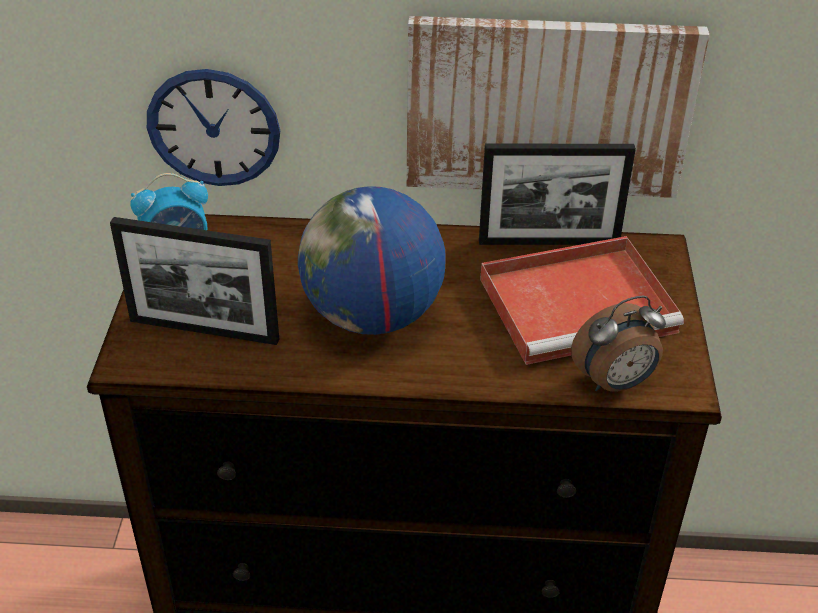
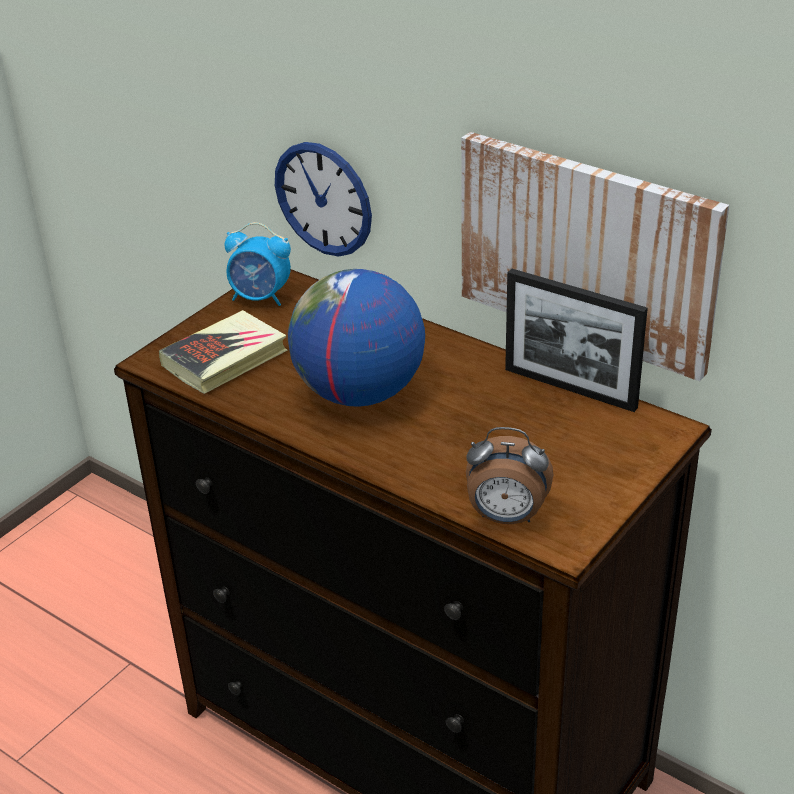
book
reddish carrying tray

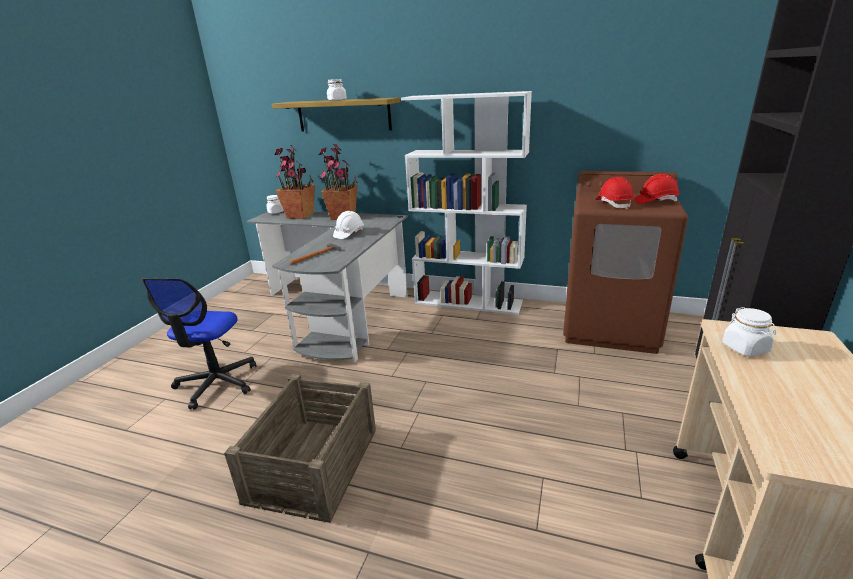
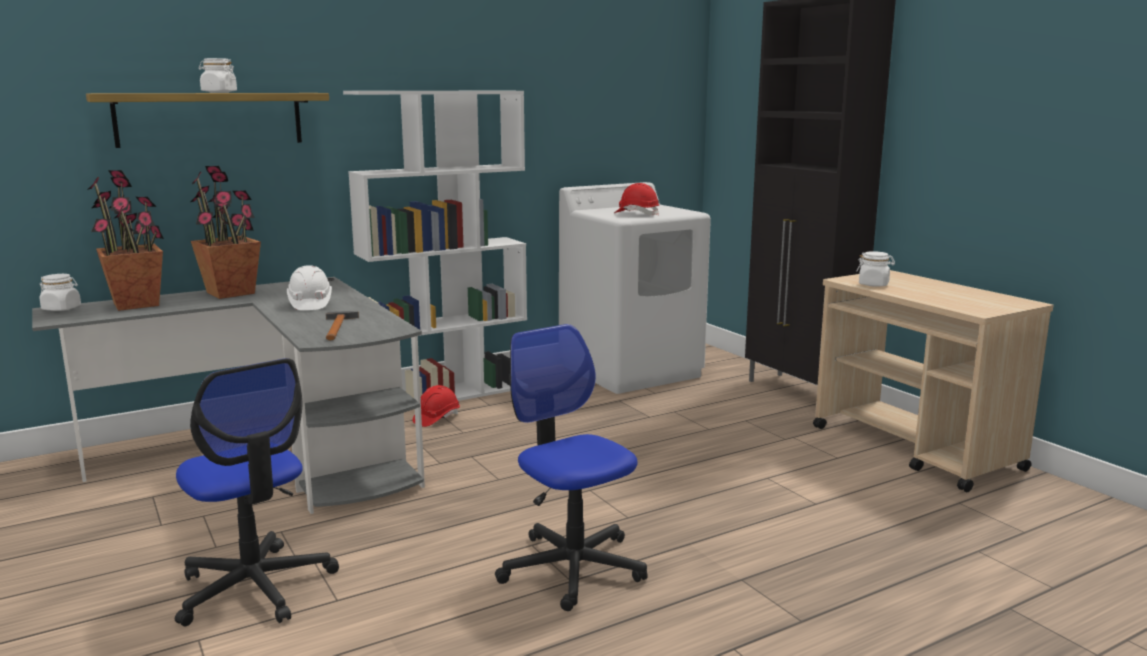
white-coloured laundry appliance
reddish safety helmet (no. 1 from left)
desk chair (no. 2 from left)

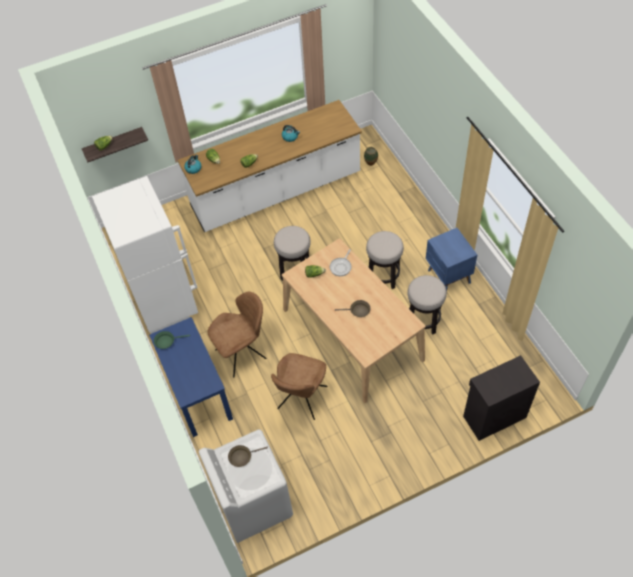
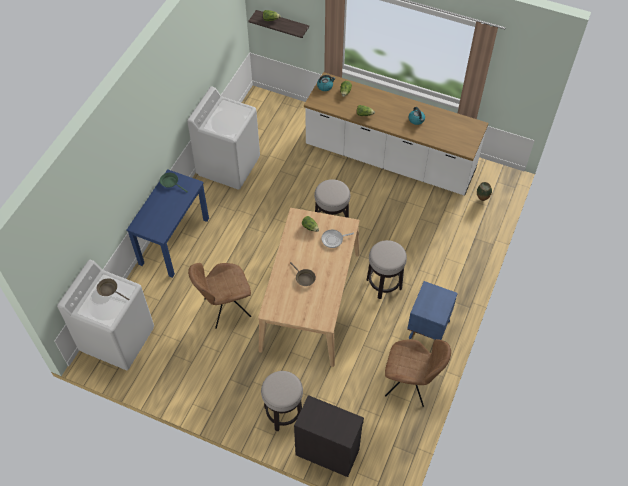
white-coloured laundry appliance (no. 2 from left)
stool (no. 1 from left)
brown chair (no. 2 from left)

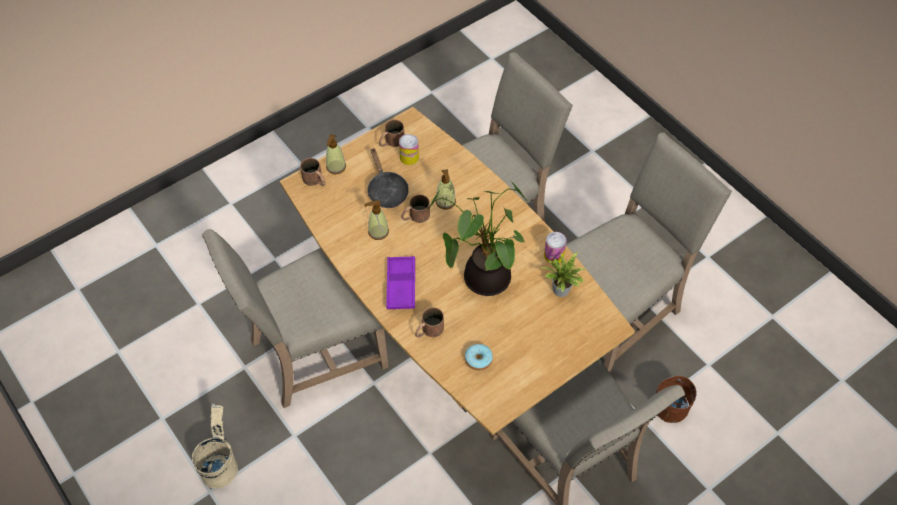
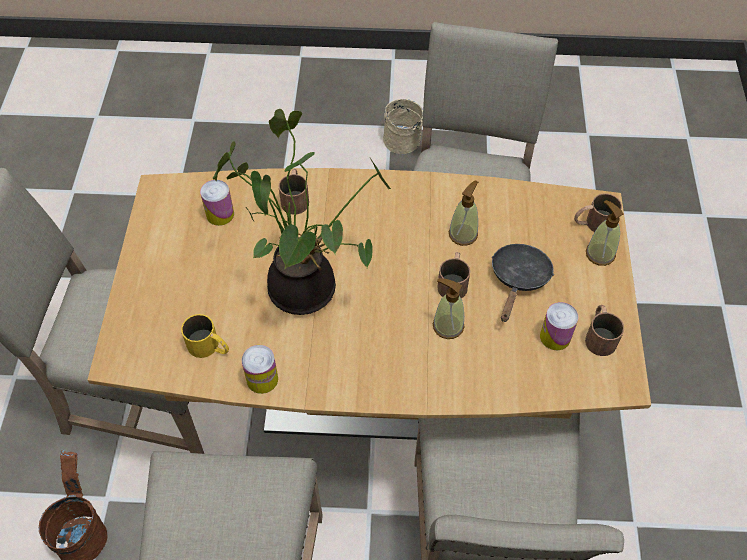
black-coloured frying pan
yellow-coloured mug
purple carrying tray
metal can (no. 1 from left)

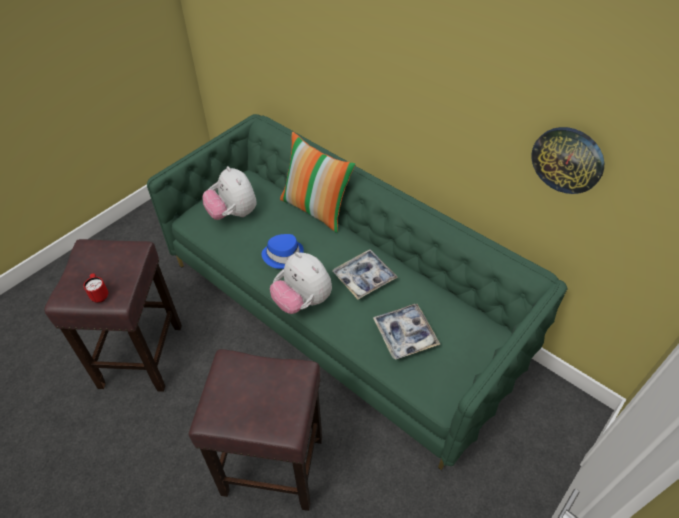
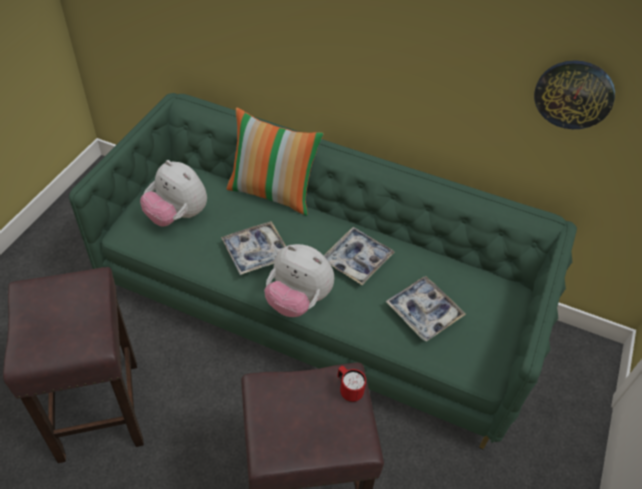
carrying tray (no. 1 from left)
reddish mug

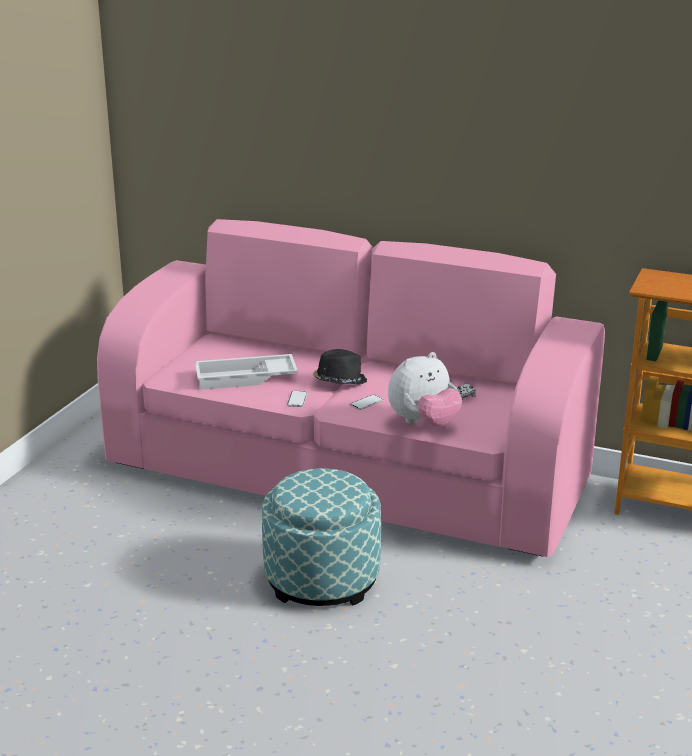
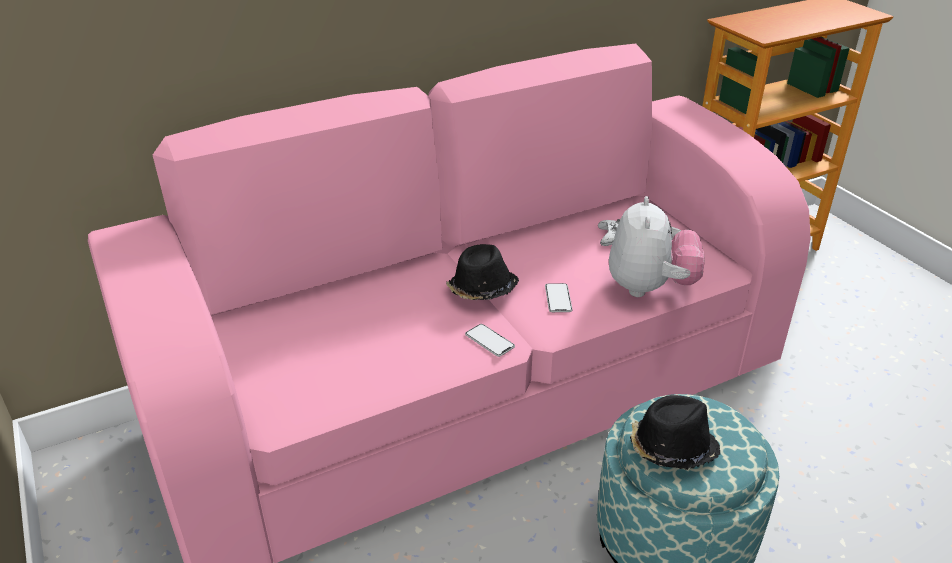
white-coloured carrying tray
black-coloured wearable hat (no. 2 from left)

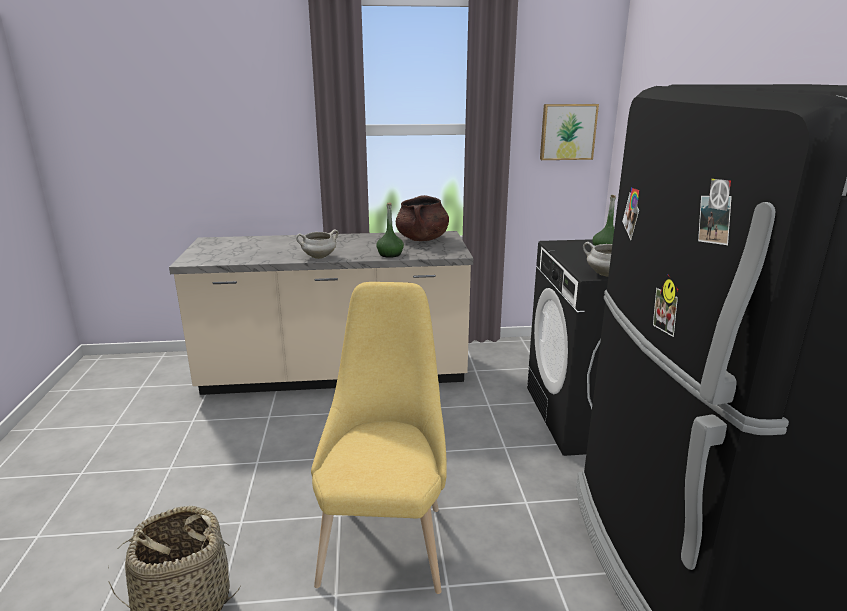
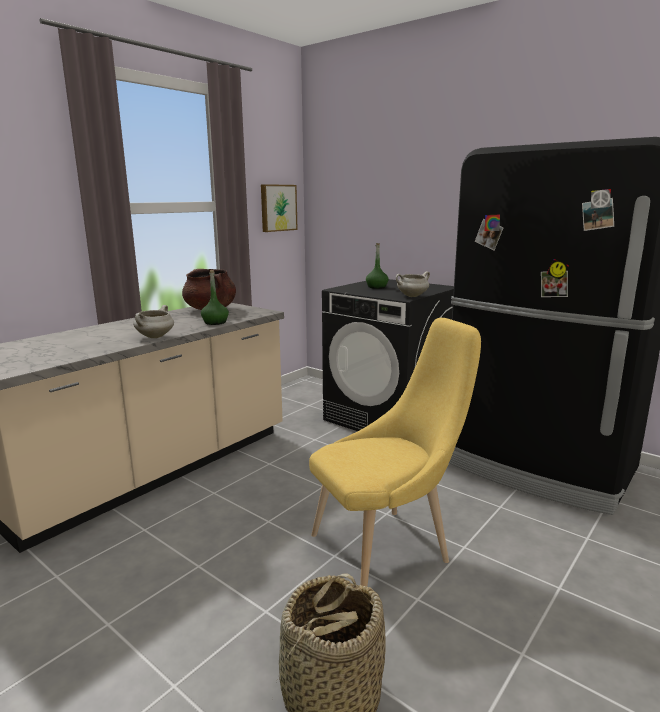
yellow-coloured chair

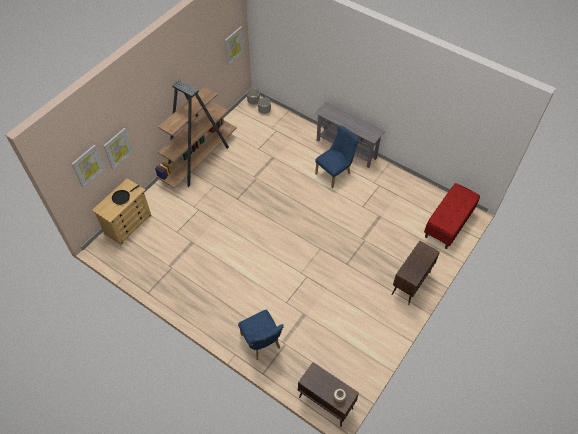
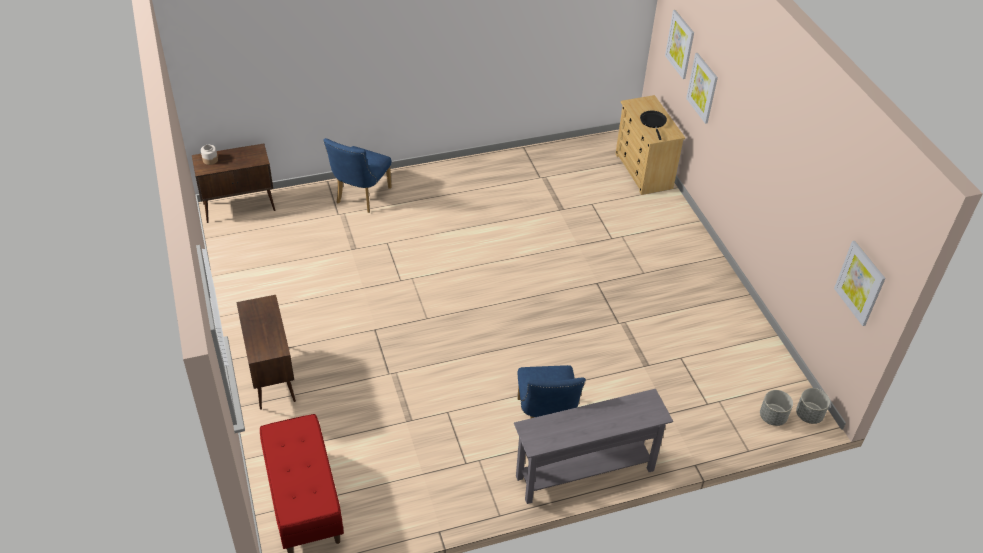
brown bookshelf
bluish chair (no. 1 from left)

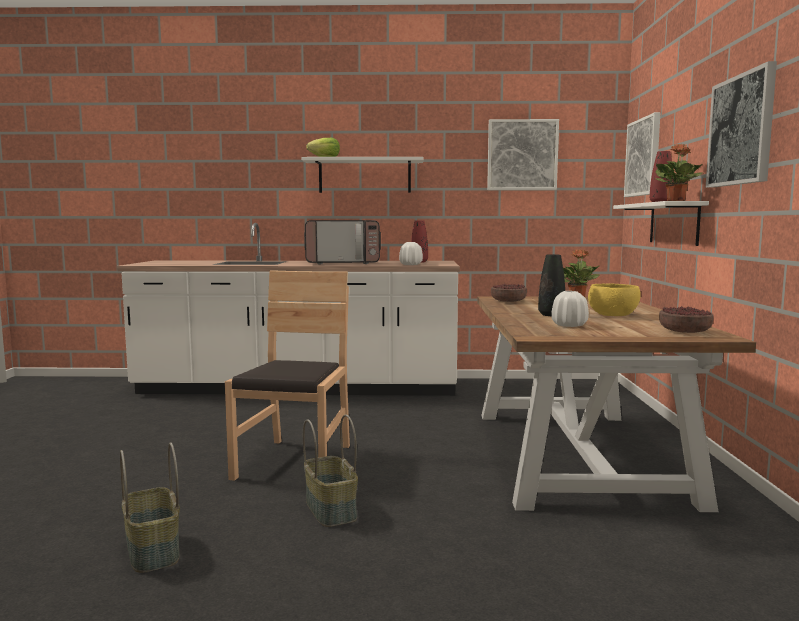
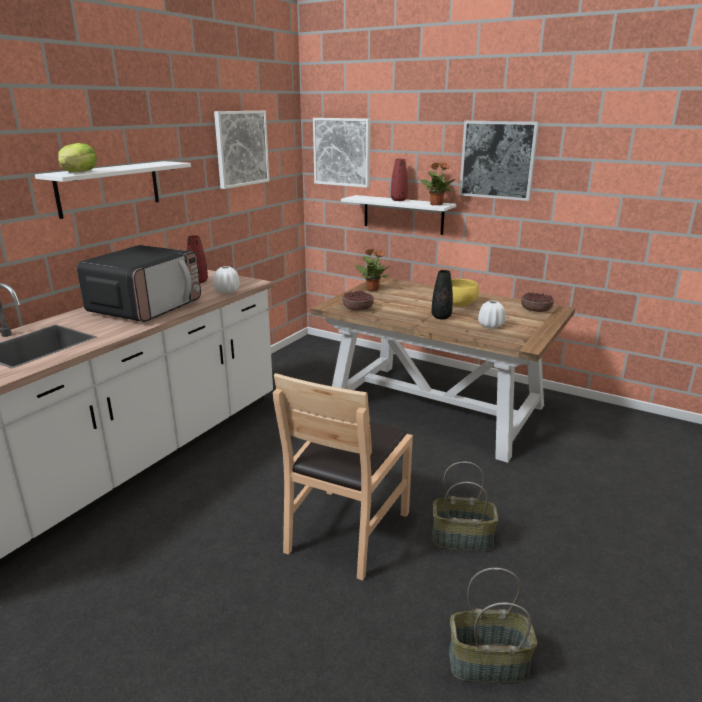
brown chair

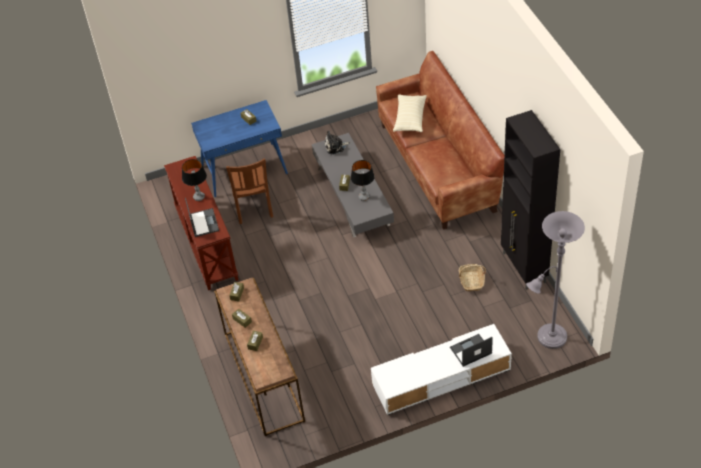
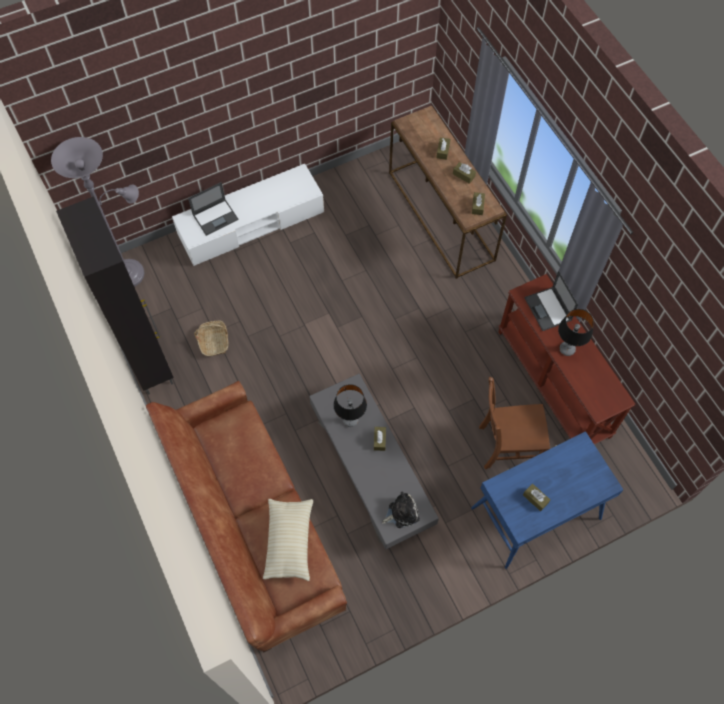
brown chair

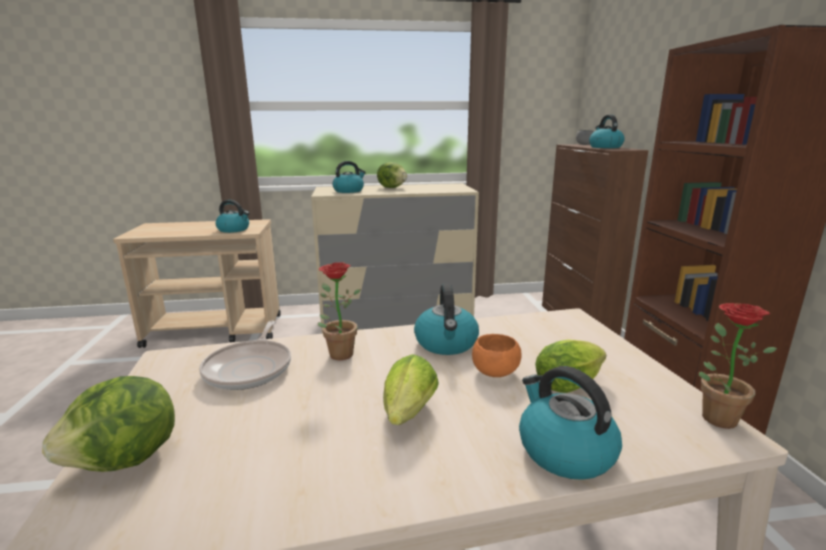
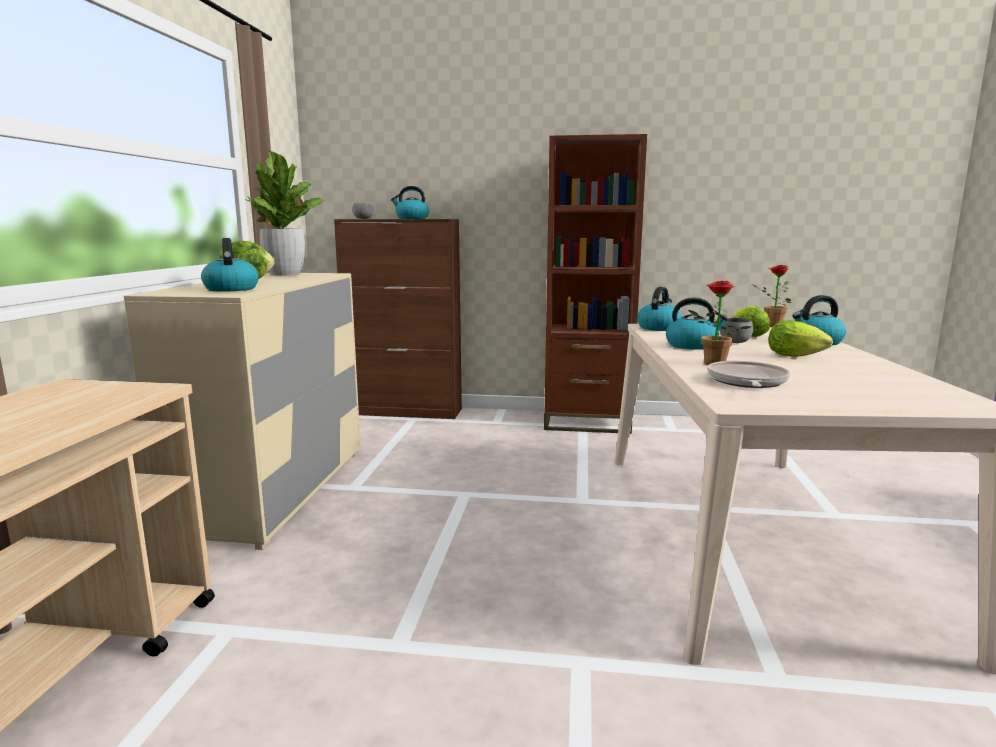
water kettle (no. 3 from left)
frying pan
greyish bowl (no. 2 from left)
head of lettuce (no. 1 from left in the first image)
plant in a pot (no. 1 from left)

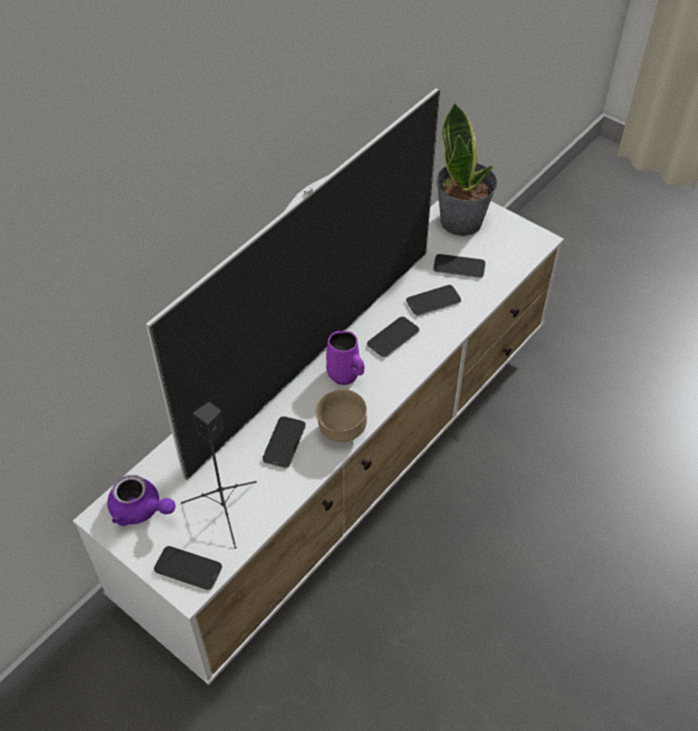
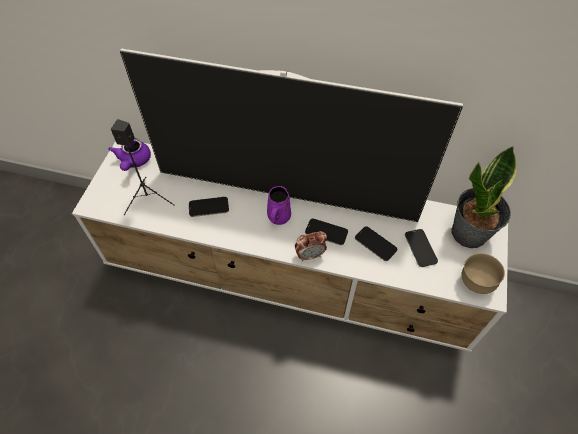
brown bowl
handset (no. 1 from left in the first image)
table clock

